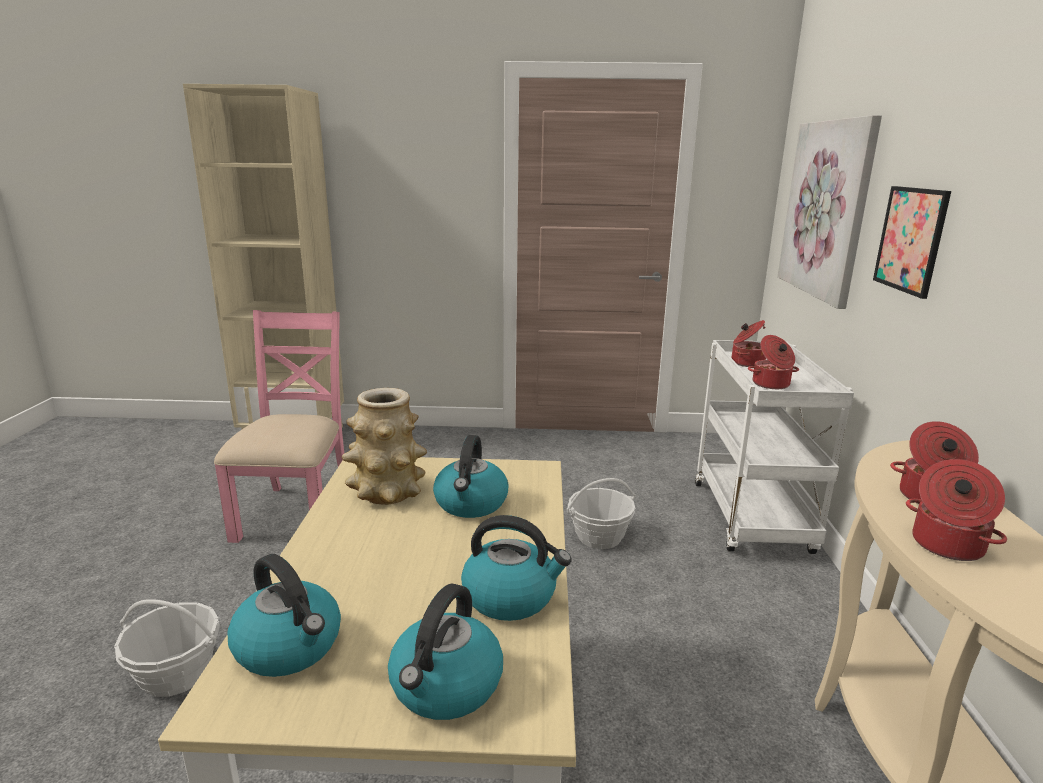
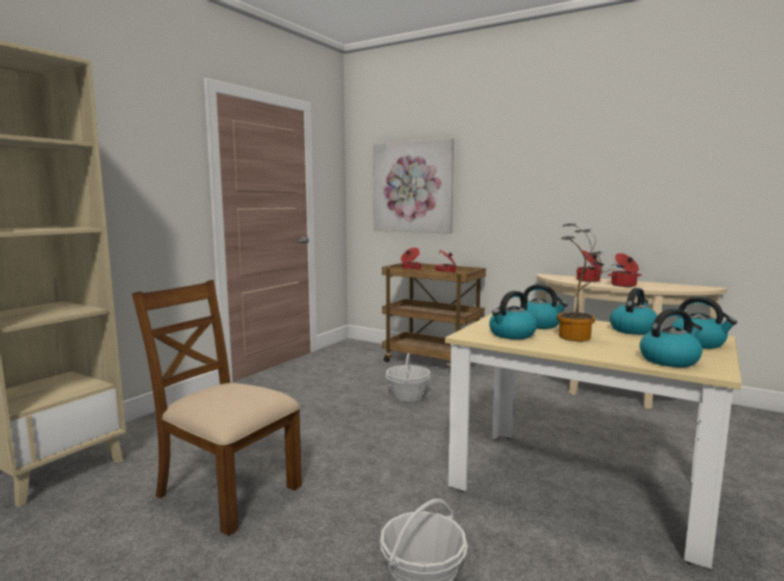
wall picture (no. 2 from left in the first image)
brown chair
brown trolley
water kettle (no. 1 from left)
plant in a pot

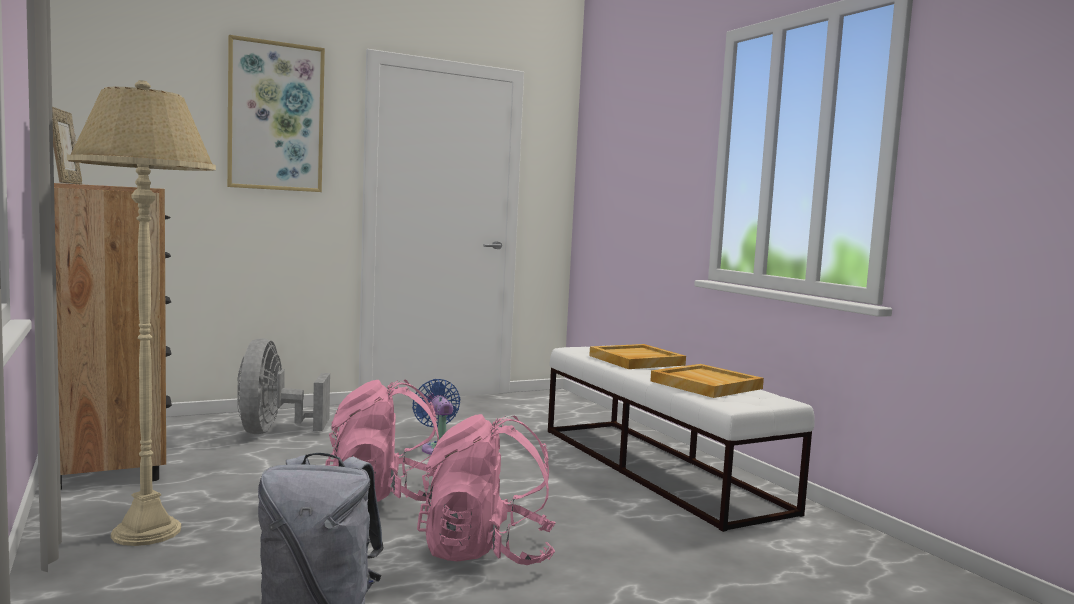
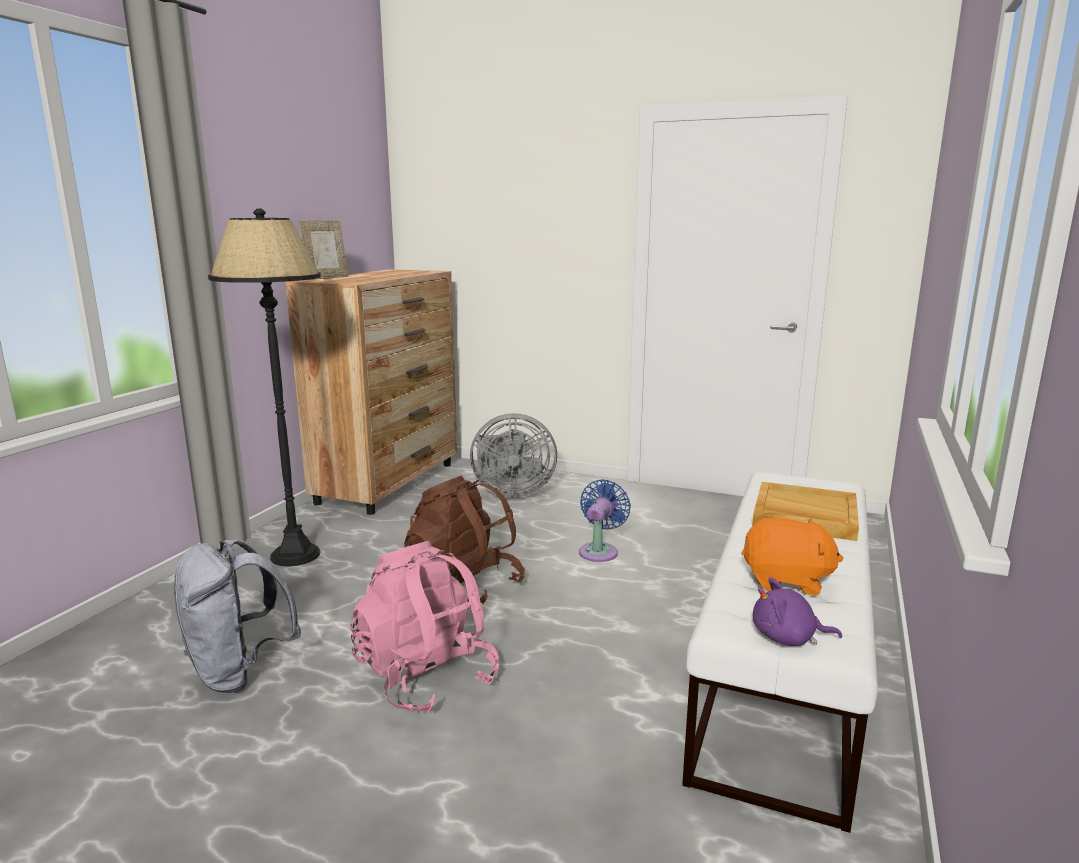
wall picture
black-coloured floor lamp
greyish cooling fan
orange-coloured soft toy
brown rucksack
purple soft toy

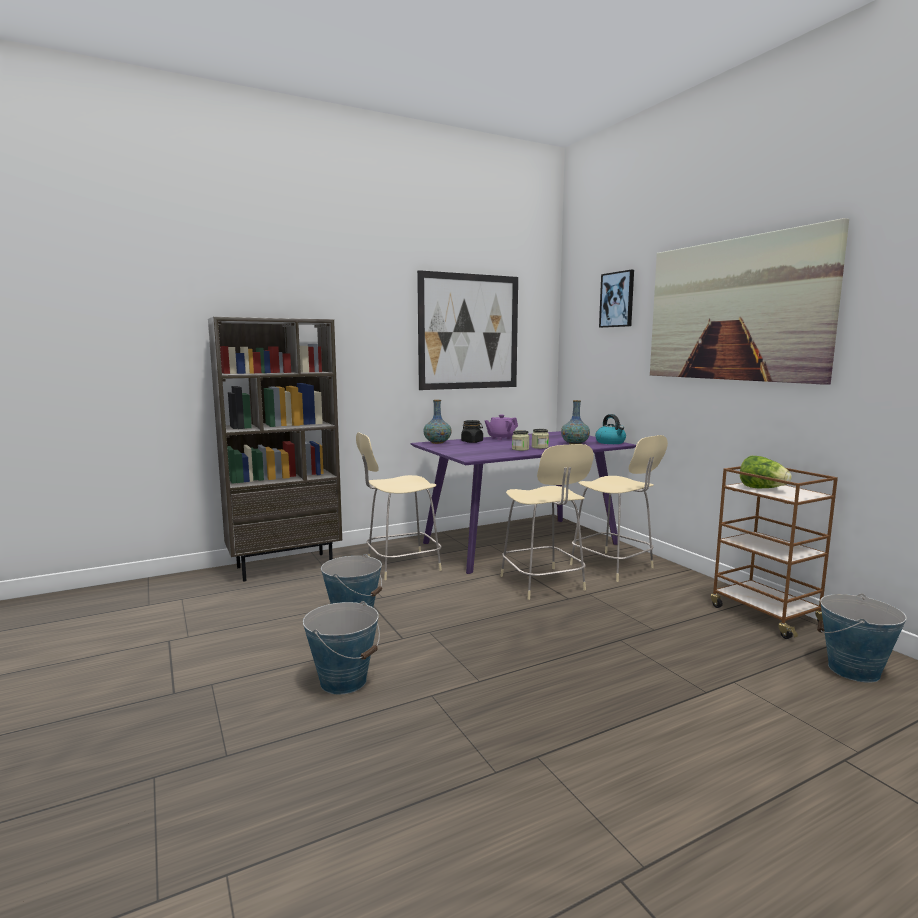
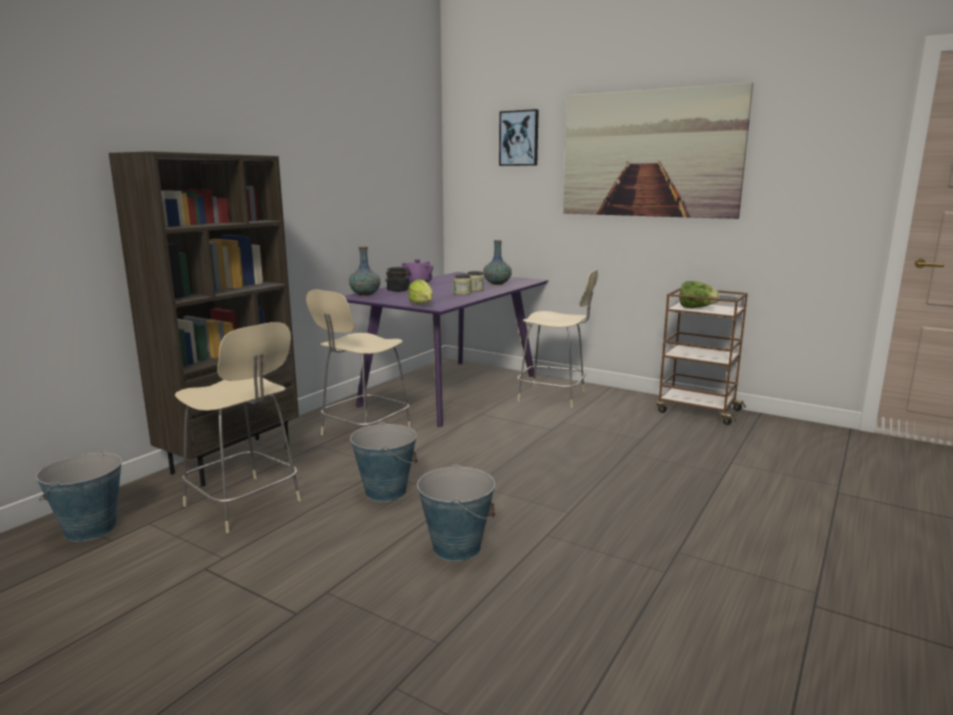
wall picture (no. 1 from left in the first image)
water kettle
sand-coloured chair (no. 1 from left)
pail (no. 1 from left)
head of lettuce (no. 1 from left)

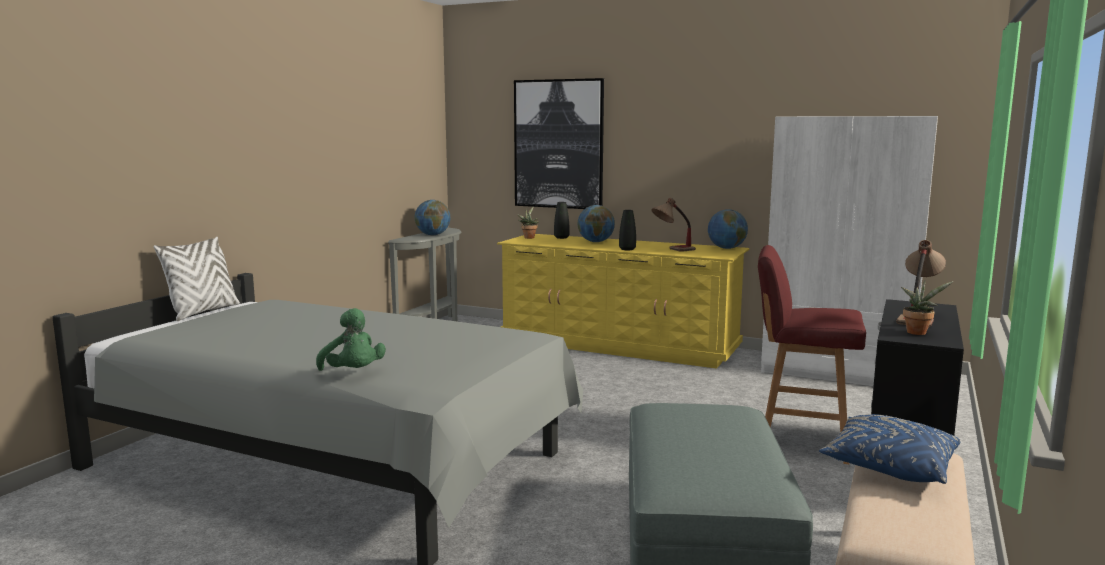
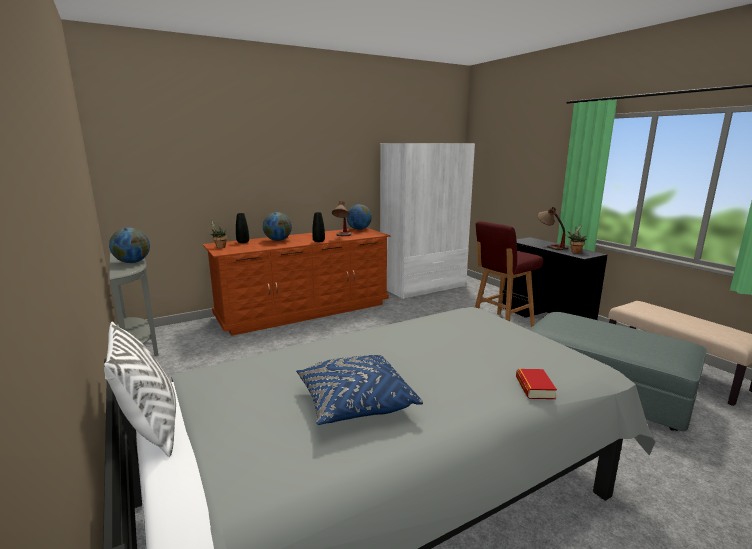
wall picture
brown dresser
book
bluish throw pillow

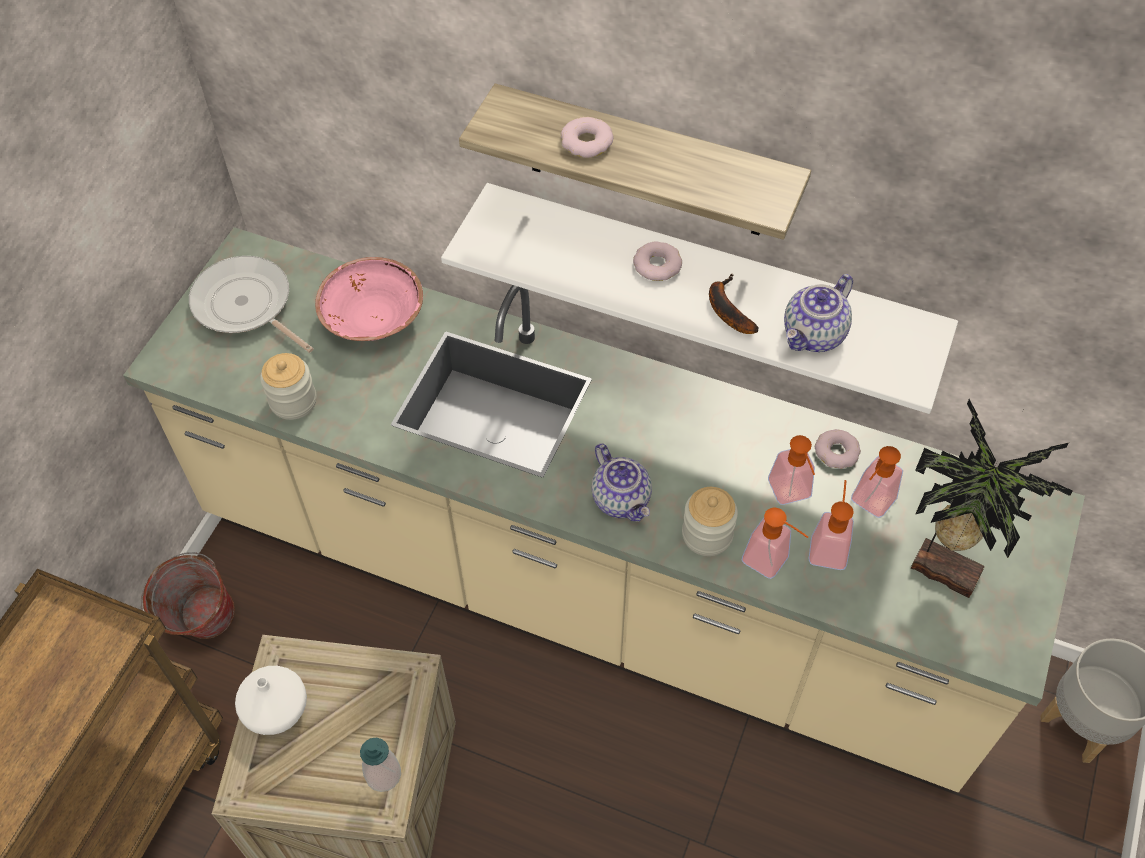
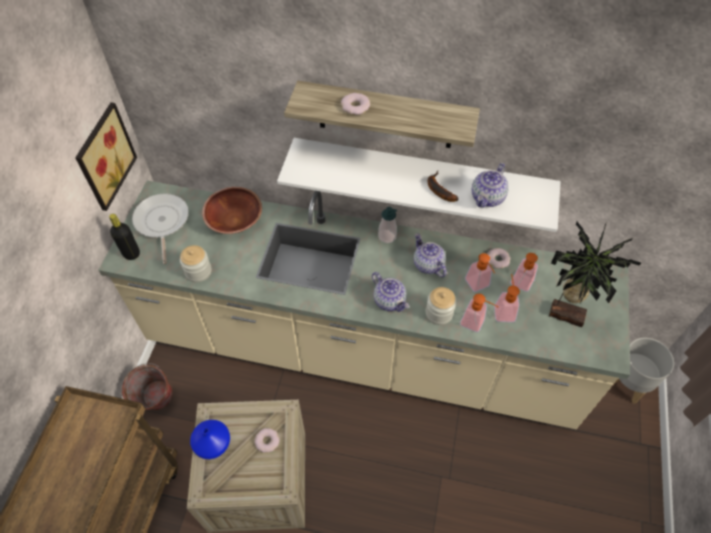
donut (no. 1 from left)
frying pan
brown bowl
bluish vase
soap dispenser (no. 1 from left)
wall picture
black-coloured bottle
teapot (no. 2 from left)

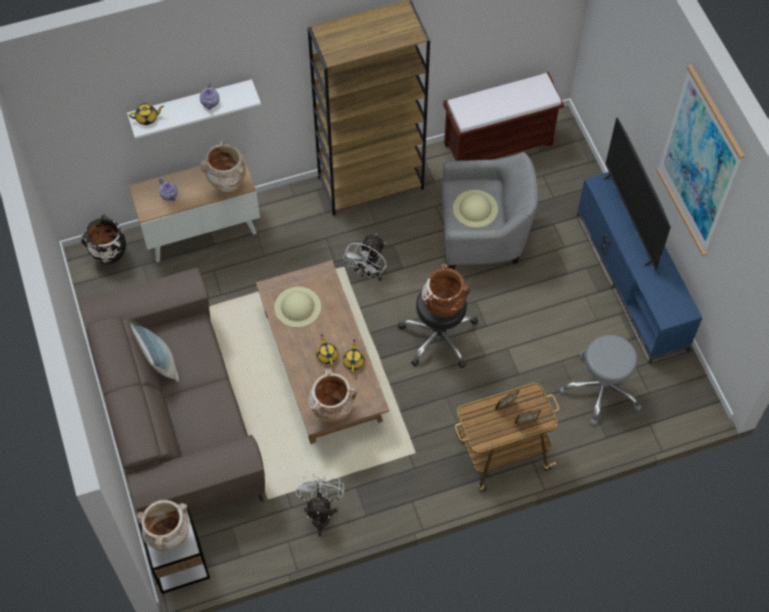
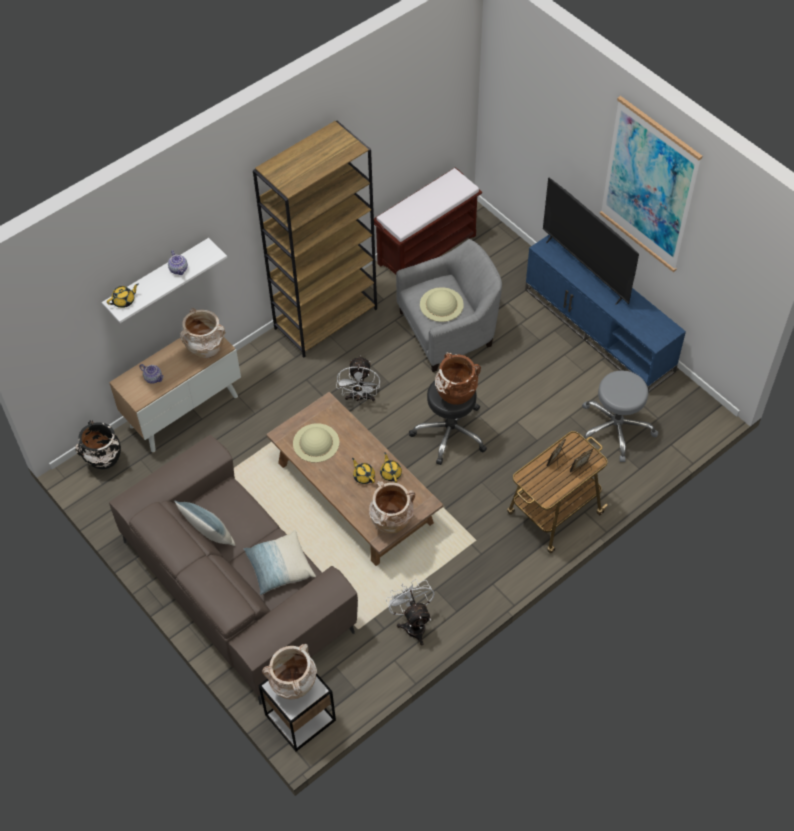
throw pillow (no. 2 from left)

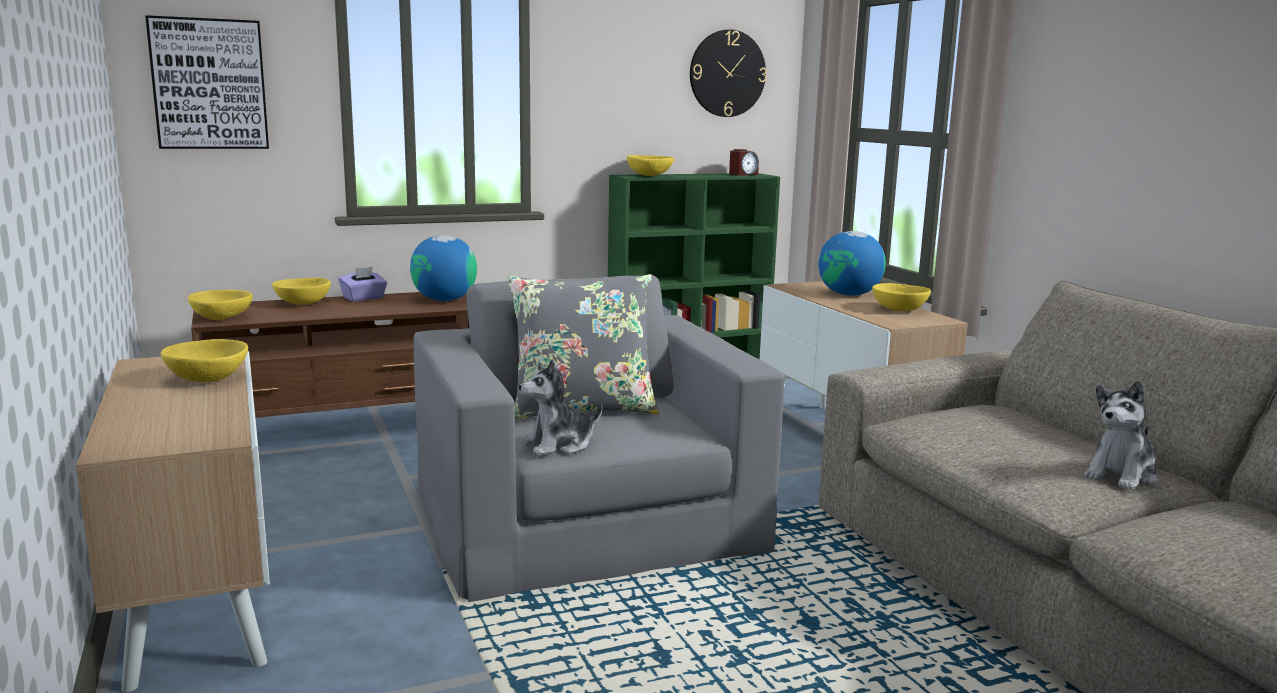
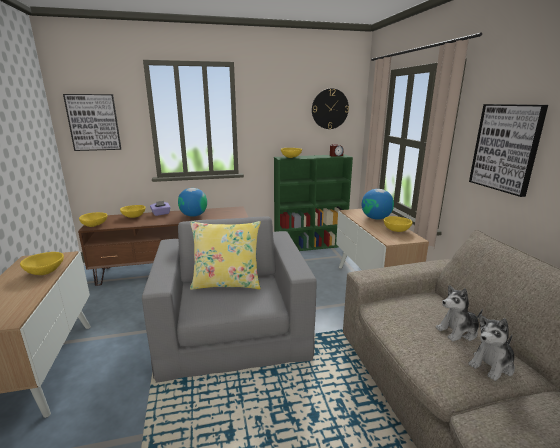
yellow-coloured throw pillow
soft toy (no. 1 from left)
wall picture (no. 2 from left)

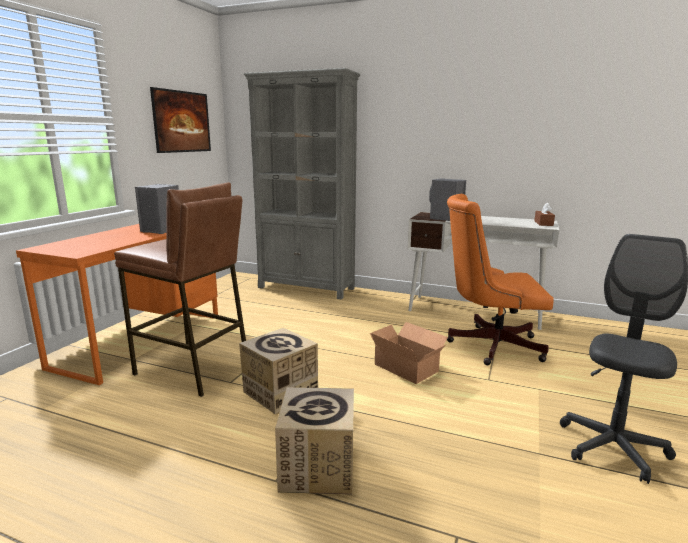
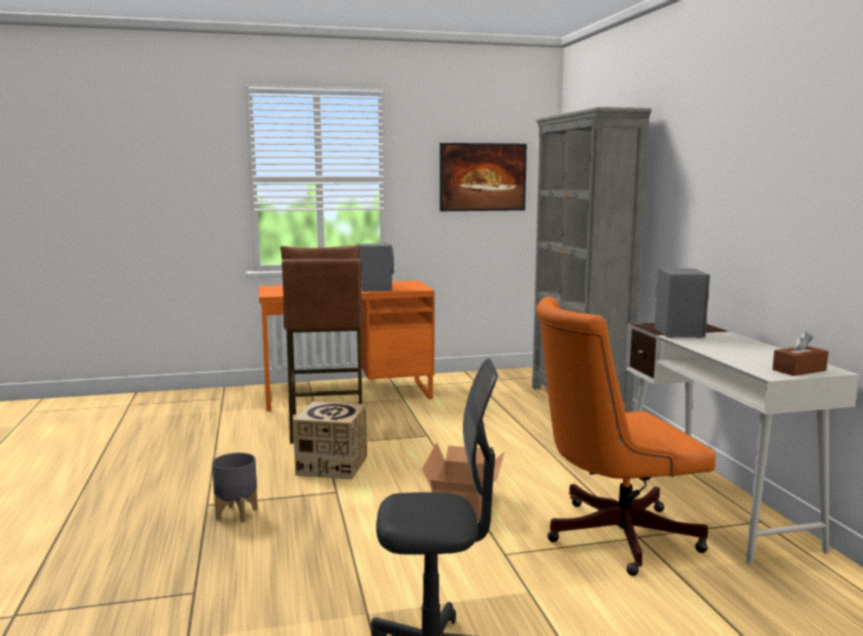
orange-coloured desk chair
greyish planter

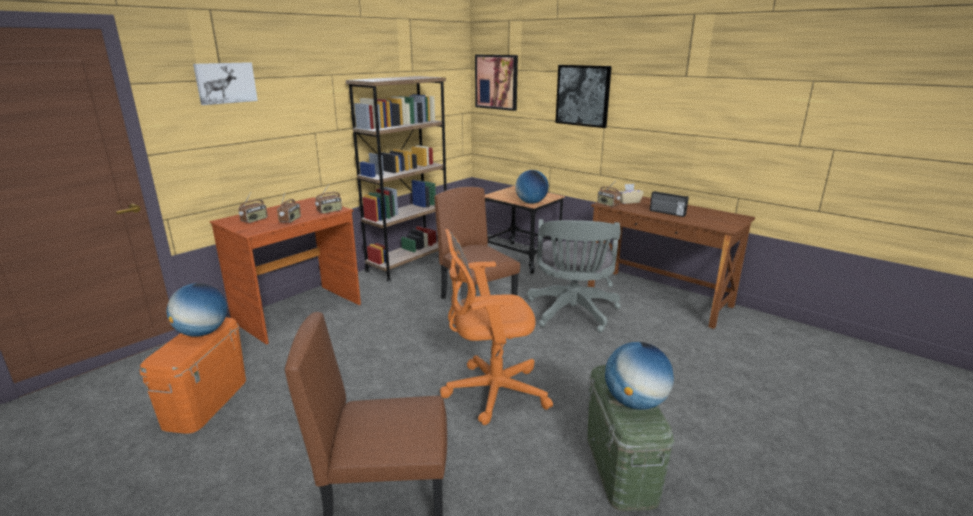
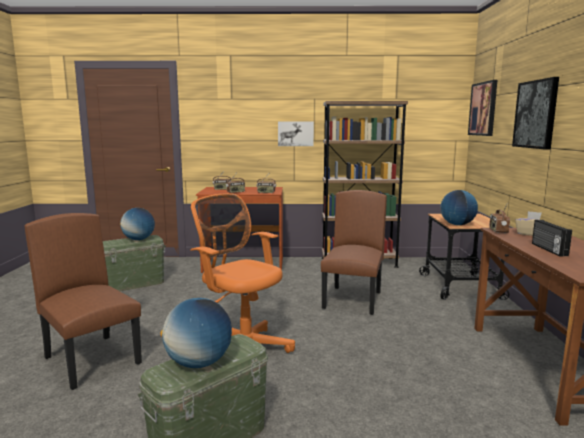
wall picture (no. 1 from left)
greyish desk chair
green storage container (no. 1 from left)

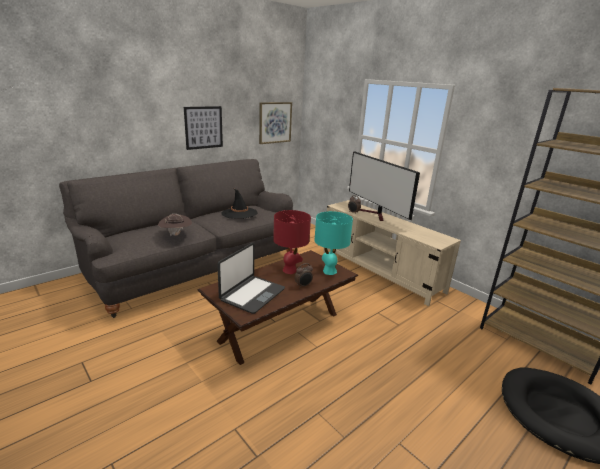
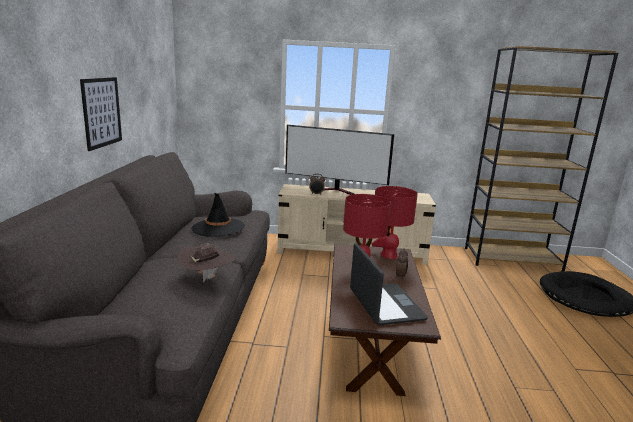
wall picture (no. 2 from left in the first image)
reddish lamp for a table (no. 2 from left)

